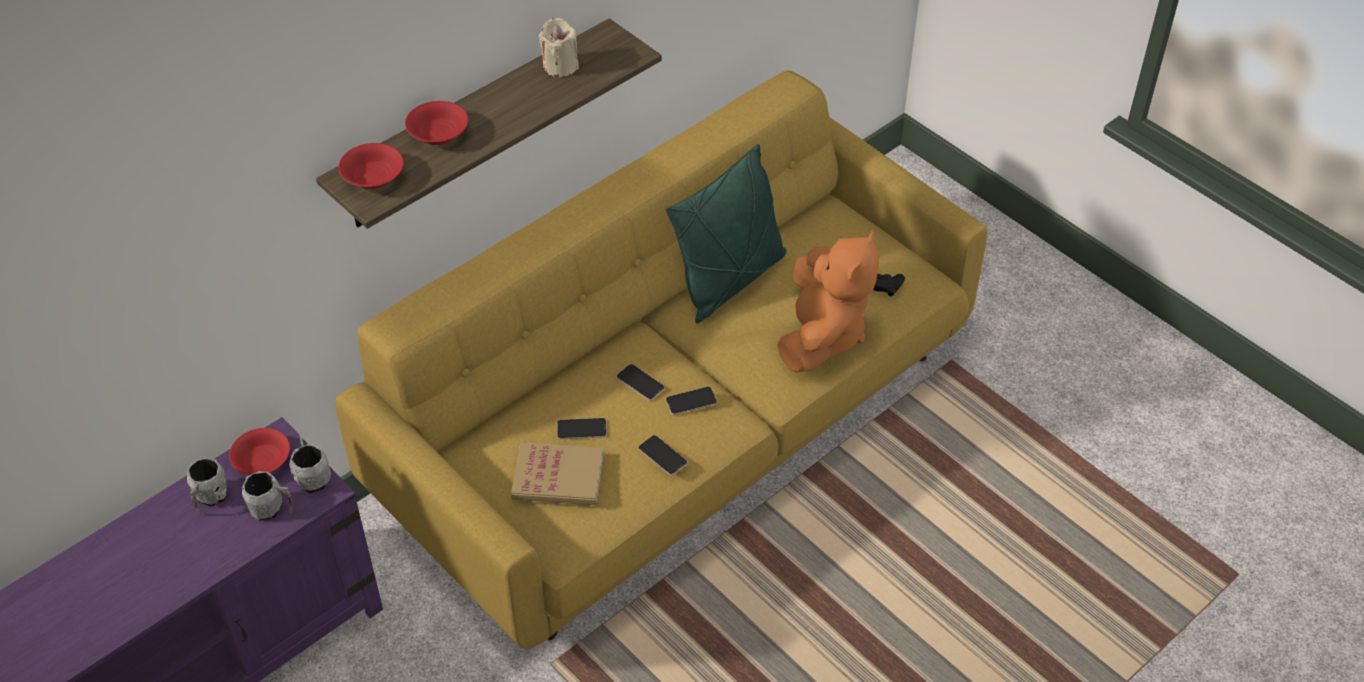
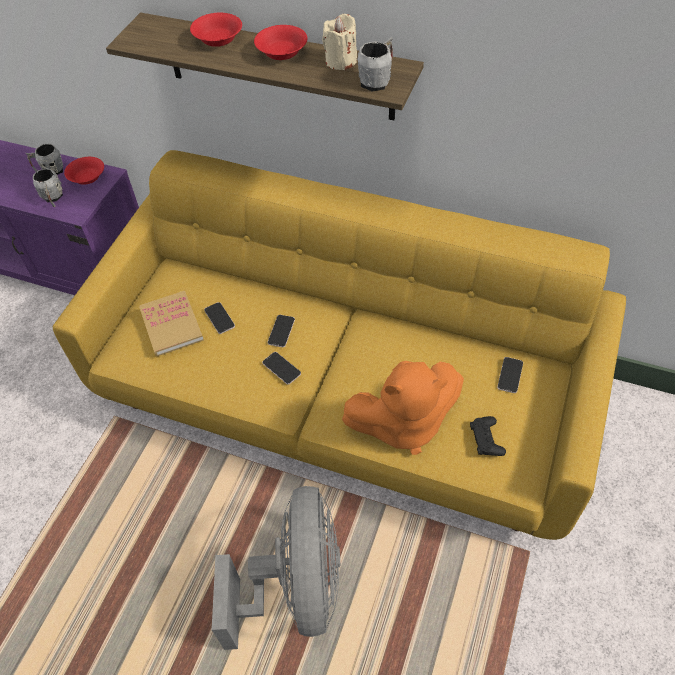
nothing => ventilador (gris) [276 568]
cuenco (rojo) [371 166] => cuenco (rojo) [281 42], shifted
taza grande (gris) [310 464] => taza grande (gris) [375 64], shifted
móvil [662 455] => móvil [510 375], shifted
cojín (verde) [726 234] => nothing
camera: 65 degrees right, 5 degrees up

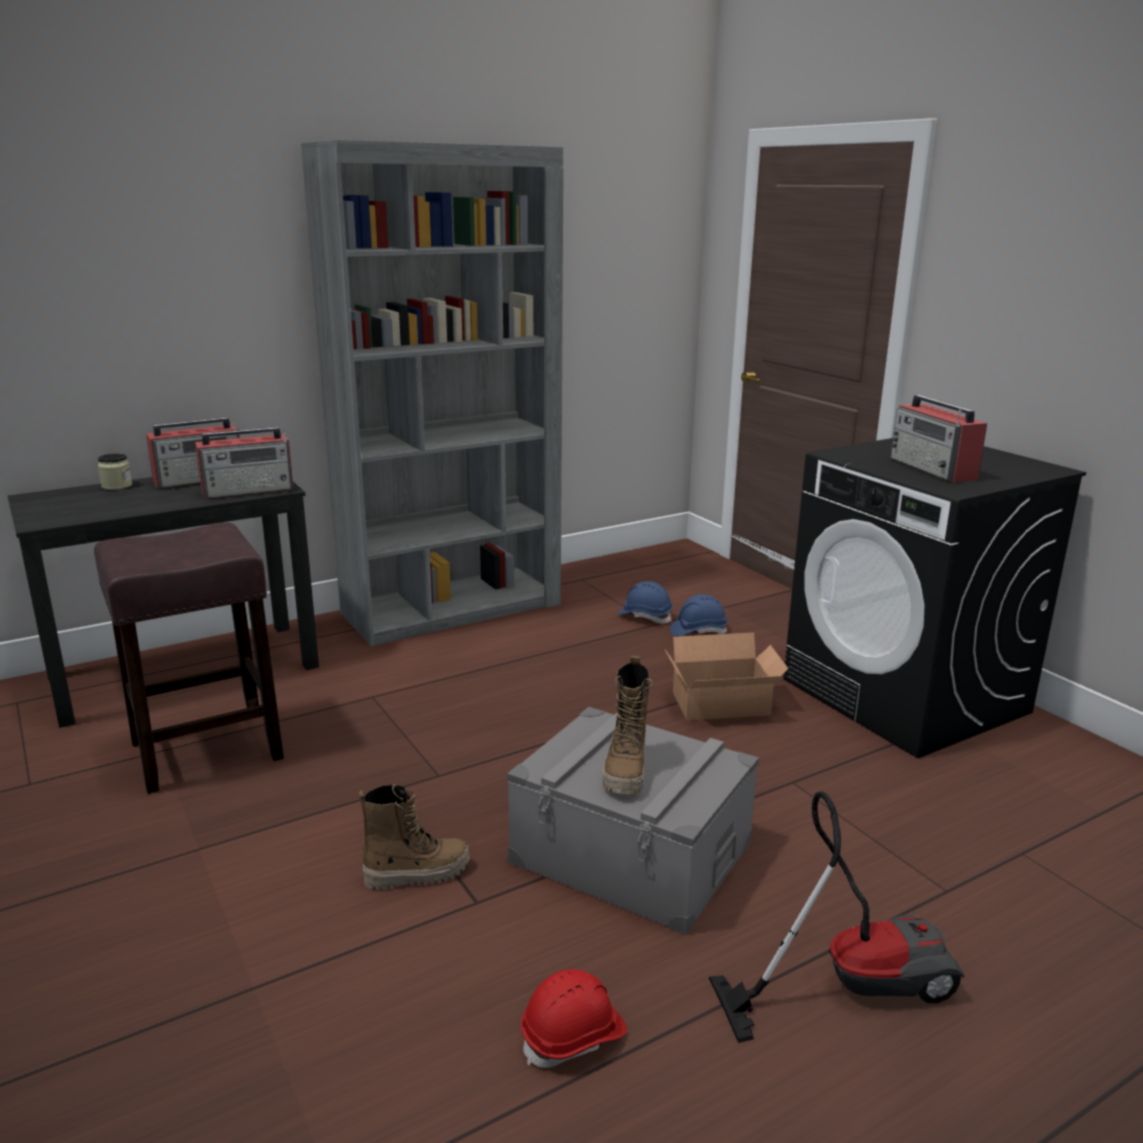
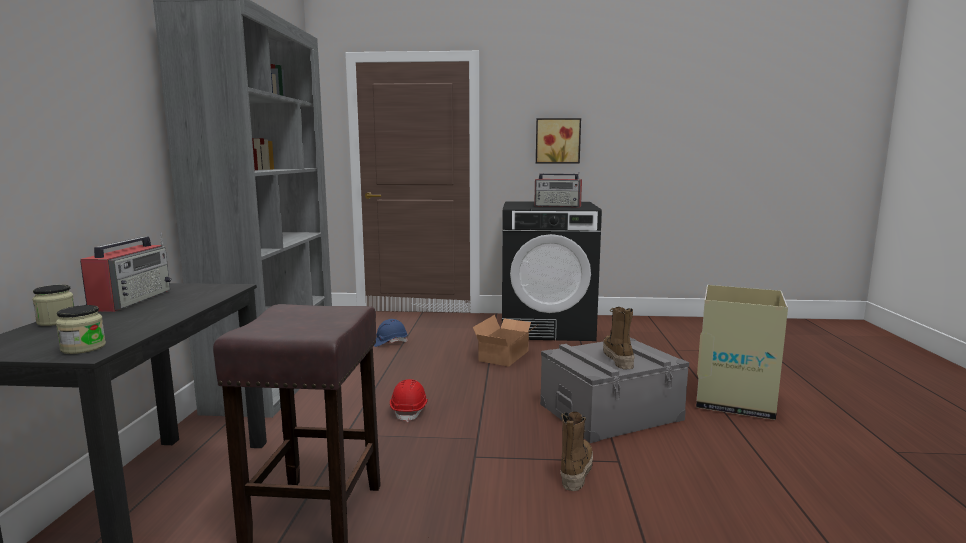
nothing => tarro [81 329]
casco (rojo) [574 1018] => casco (rojo) [409 400], shifted
nothing => cuadro [558 140]
bota [628 725] => bota [618 338], 135 degrees counterclockwise
aspiradora [836 917] => caja de cartón [742 352]
radio [244 463] => nothing
casco (azul) [699 615] => nothing
camera: 55 degrees left, 10 degrees down

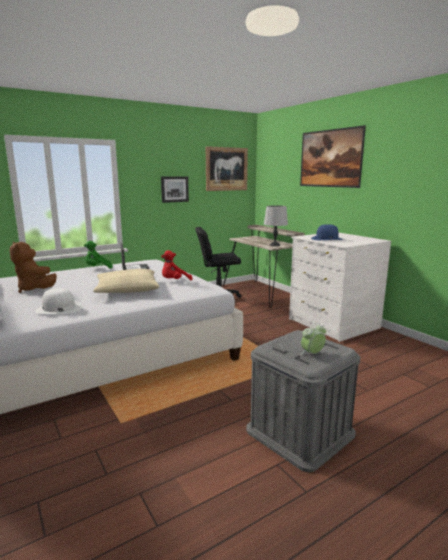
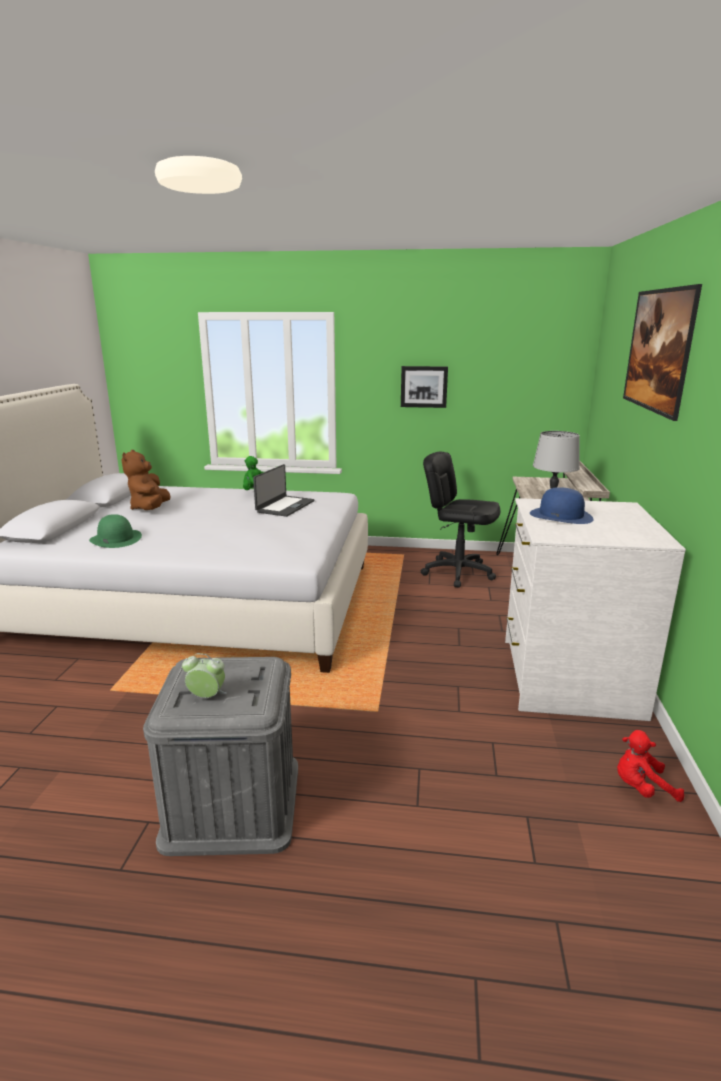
sombrero (blanco) [59 301] => sombrero (verde) [115 531]
peluche (rojo) [176 265] => peluche (rojo) [650 766], shifted
cojín (beis) [126 281] => nothing
cuadro [227 168] => nothing
camera: 40 degrees right, 5 degrees up

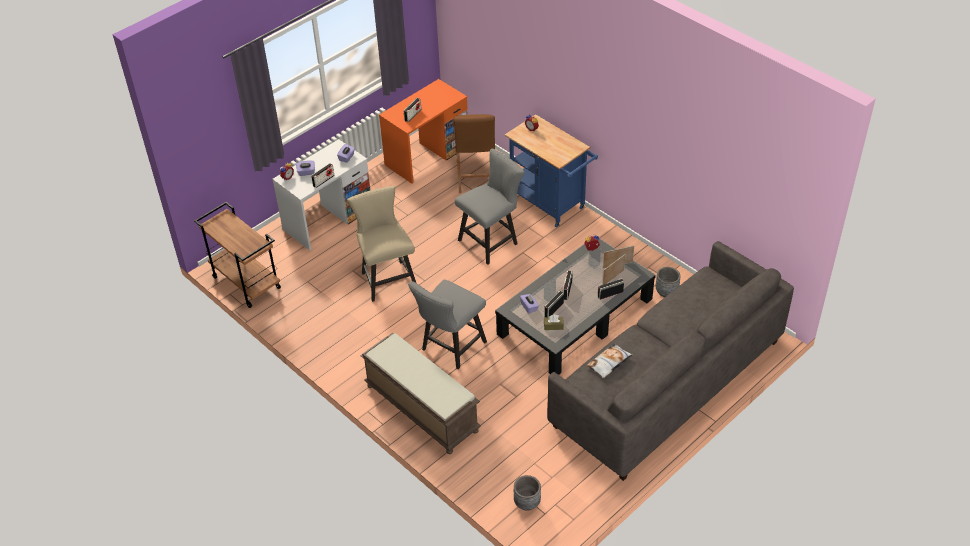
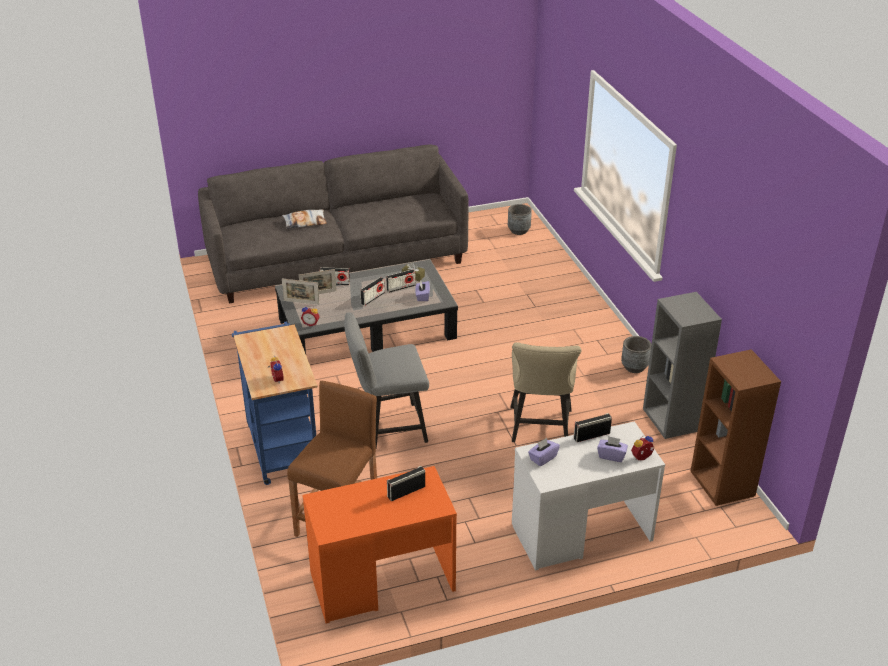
cojín [609 361] => cojín [304 219], shifted
maceta (gris) [668 282] => maceta (gris) [636 354], shifted
nothing => estantería (gris) [682 365]
carrito (marrón) [237 255] => estantería (marrón) [736 427]
banco (marrón) [420 393] => nothing
silla (gris) [447 324] => nothing
camera: 155 degrees left, 10 degrees down

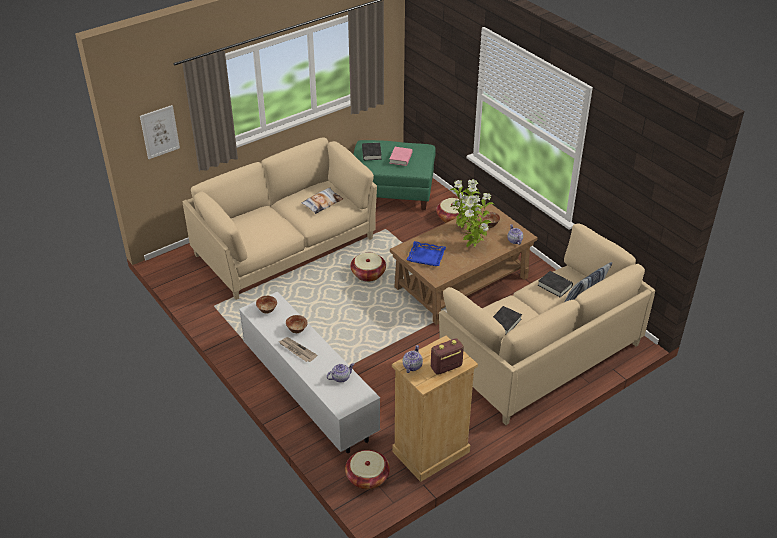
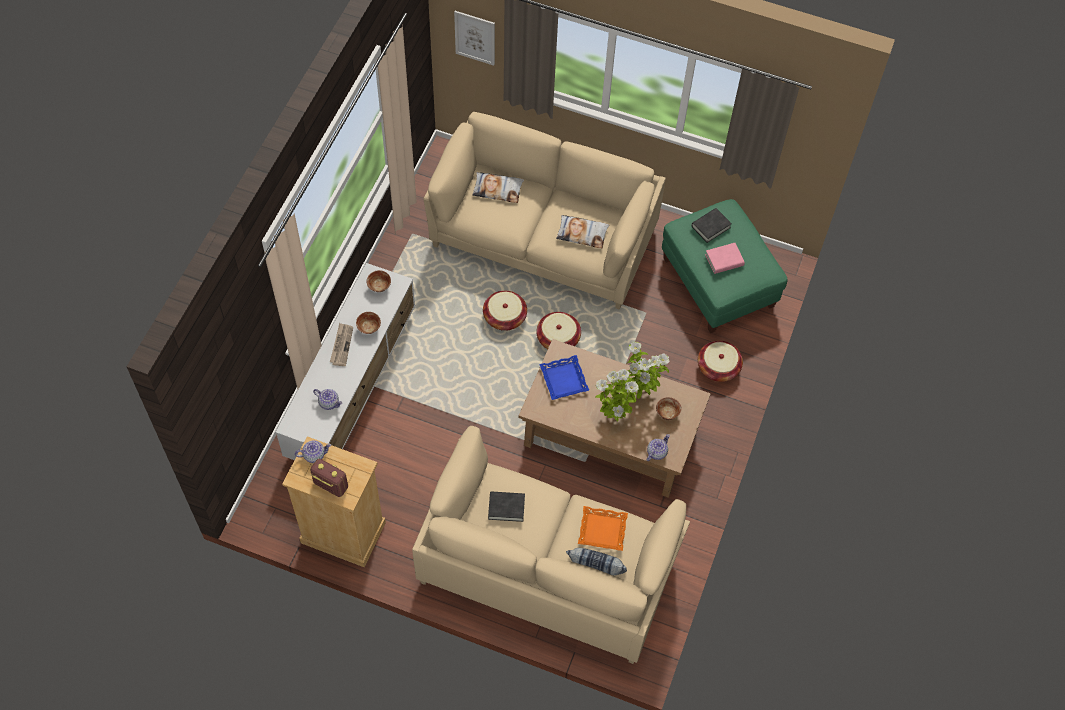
nothing => cojín [498 187]
cesta [367 469] => cesta [505 311], shifted
libro (negro) [555 284] => bandeja (naranja) [603 528]
camera: 55 degrees right, 20 degrees up

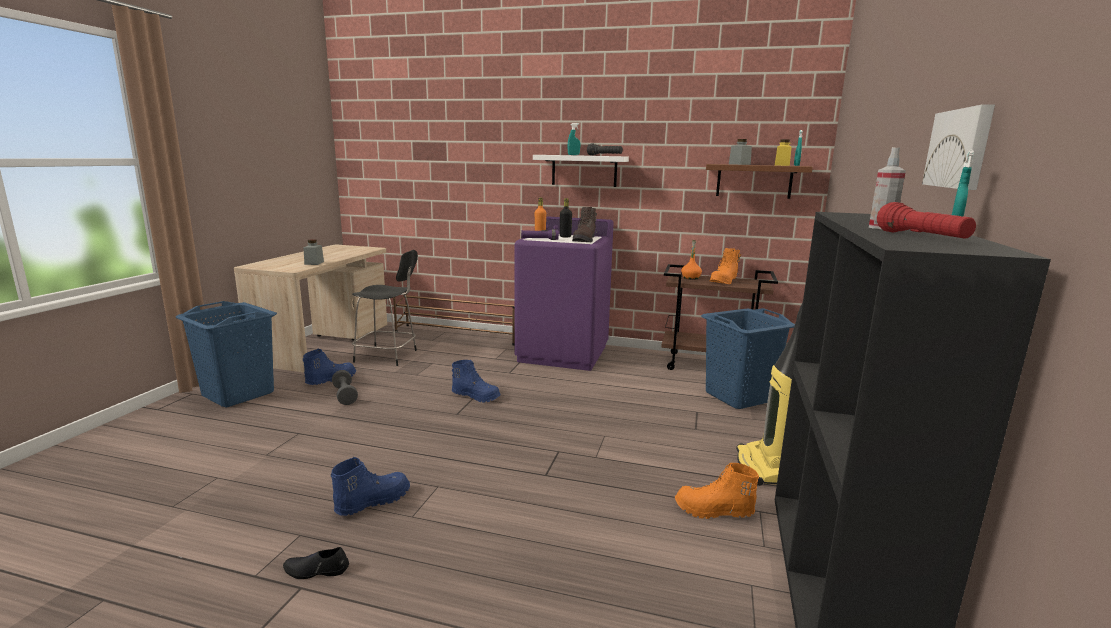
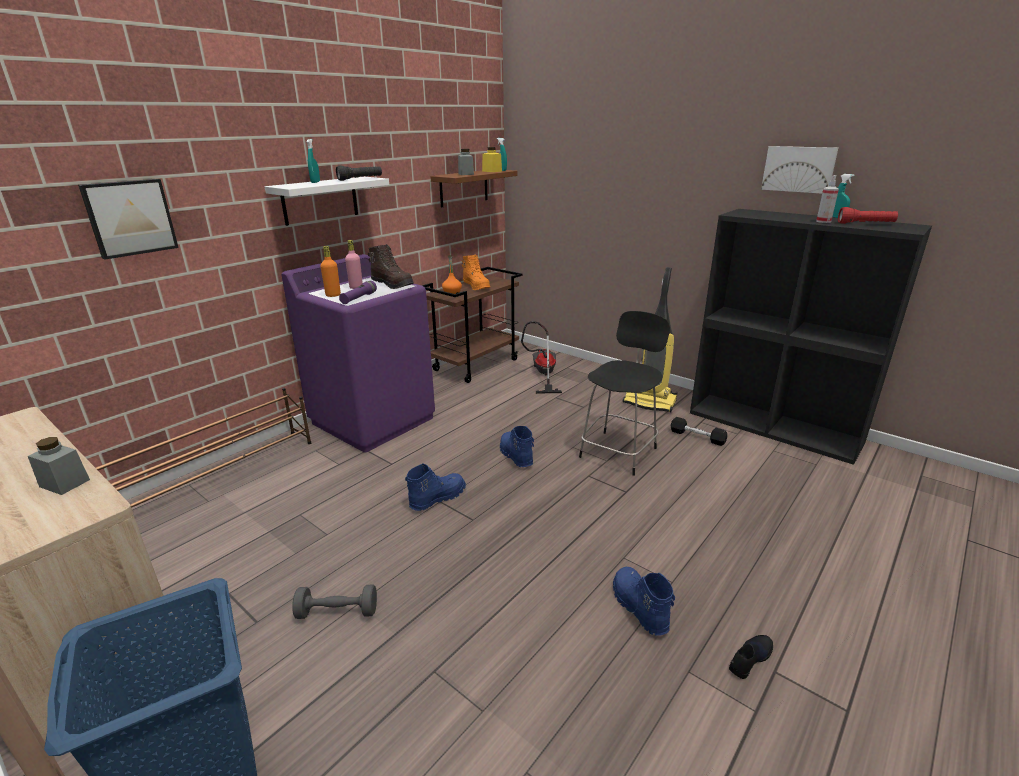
nothing => cuadro [128 219]
botella (negro) [566 217] => botella (rosa) [354 264]
bota (azul) [329 367] => bota (azul) [517 446], shifted
cesto de la ropa (azul) [748 358] => aspiradora [541 357]
silla (negro) [385 308] => silla (negro) [624 393], shifted
bota (naranja) [717 491] => mancuerna (negro) [699 431]
zapato (negro) [316 563] => zapato (negro) [751 657], 150 degrees counterclockwise
camera: 65 degrees left, 10 degrees up

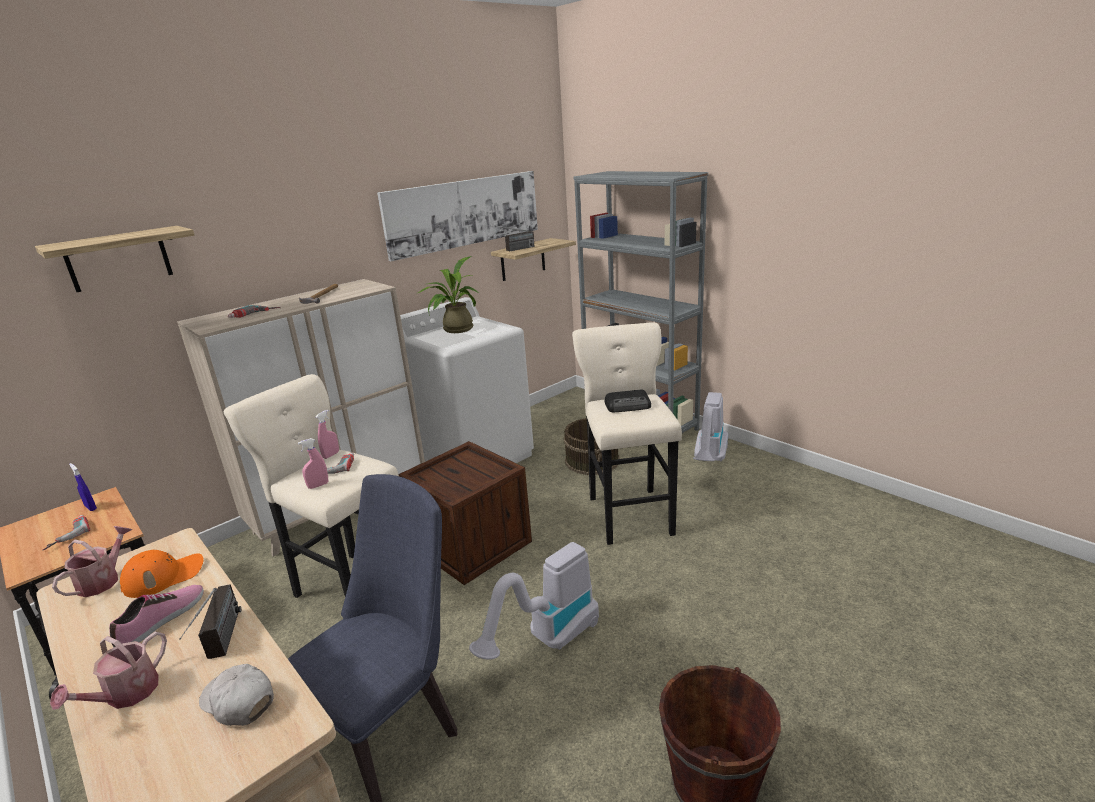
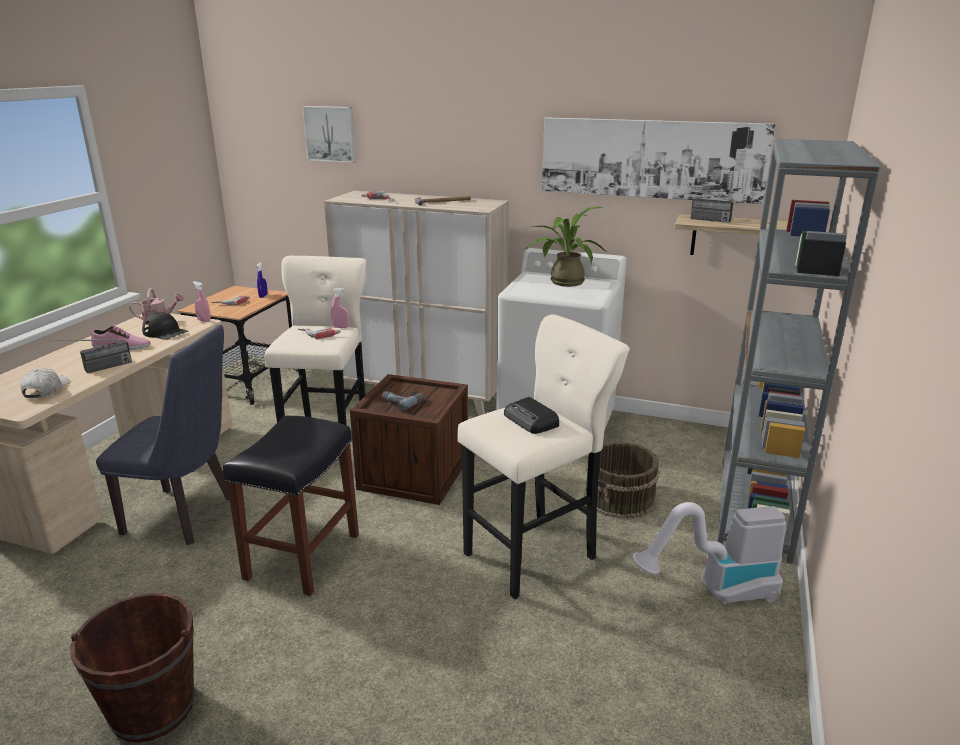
gorra (naranja) [161 573] => gorra (negro) [165 326]
pulverizador (rosa) [313 463] => pulverizador (rosa) [201 301], shifted
aspiradora [534 601] => taburete (negro) [291 506]
estante [114 259] => cuadro [329 134]
nothing => taladro [403 401]
regadera [108 671] => nothing
camera: 60 degrees right, 0 degrees up

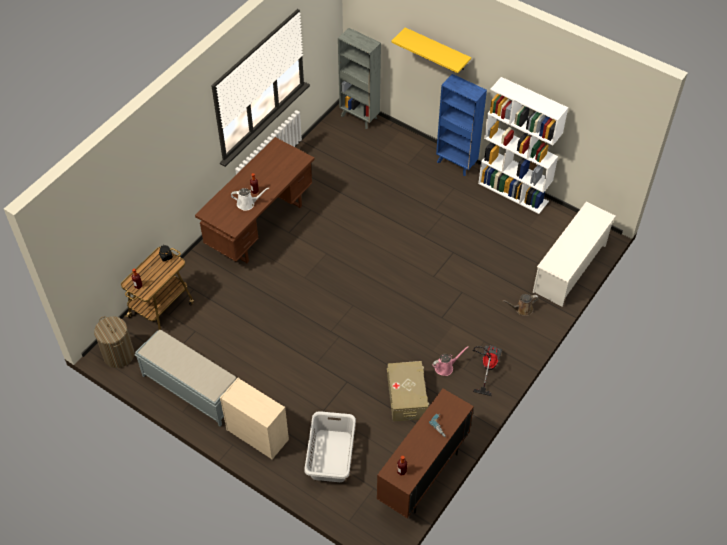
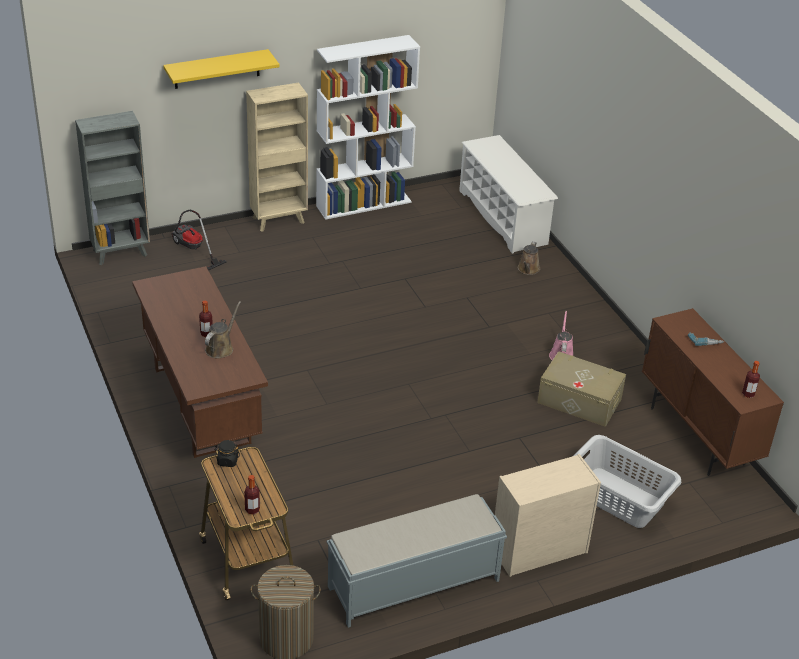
aspiradora [487 371] => aspiradora [199 240], shifted
regadera (blanco) [250 199] => regadera (marrón) [223 330]
estantería (azul) [461 125] => estantería (beis) [277 157]
camera: 60 degrees left, 15 degrees down

